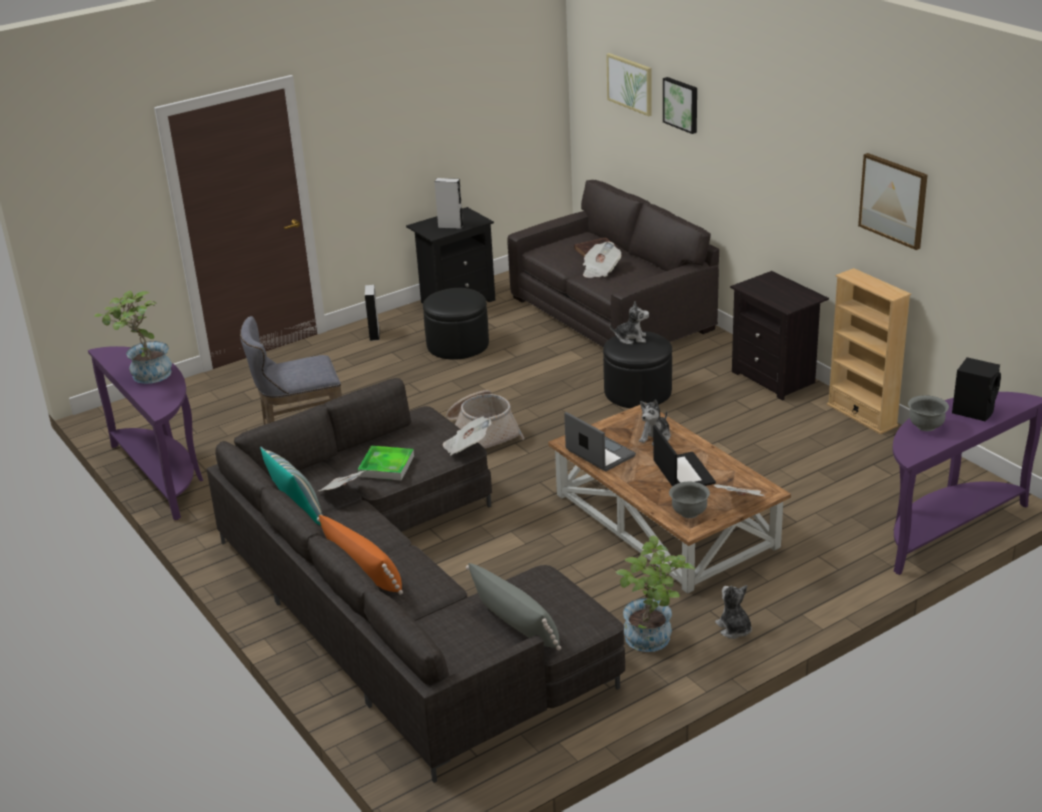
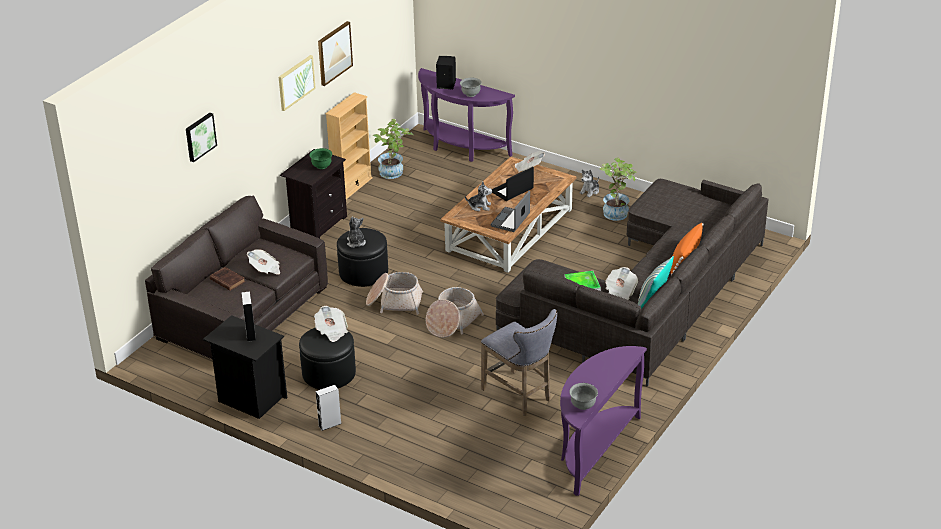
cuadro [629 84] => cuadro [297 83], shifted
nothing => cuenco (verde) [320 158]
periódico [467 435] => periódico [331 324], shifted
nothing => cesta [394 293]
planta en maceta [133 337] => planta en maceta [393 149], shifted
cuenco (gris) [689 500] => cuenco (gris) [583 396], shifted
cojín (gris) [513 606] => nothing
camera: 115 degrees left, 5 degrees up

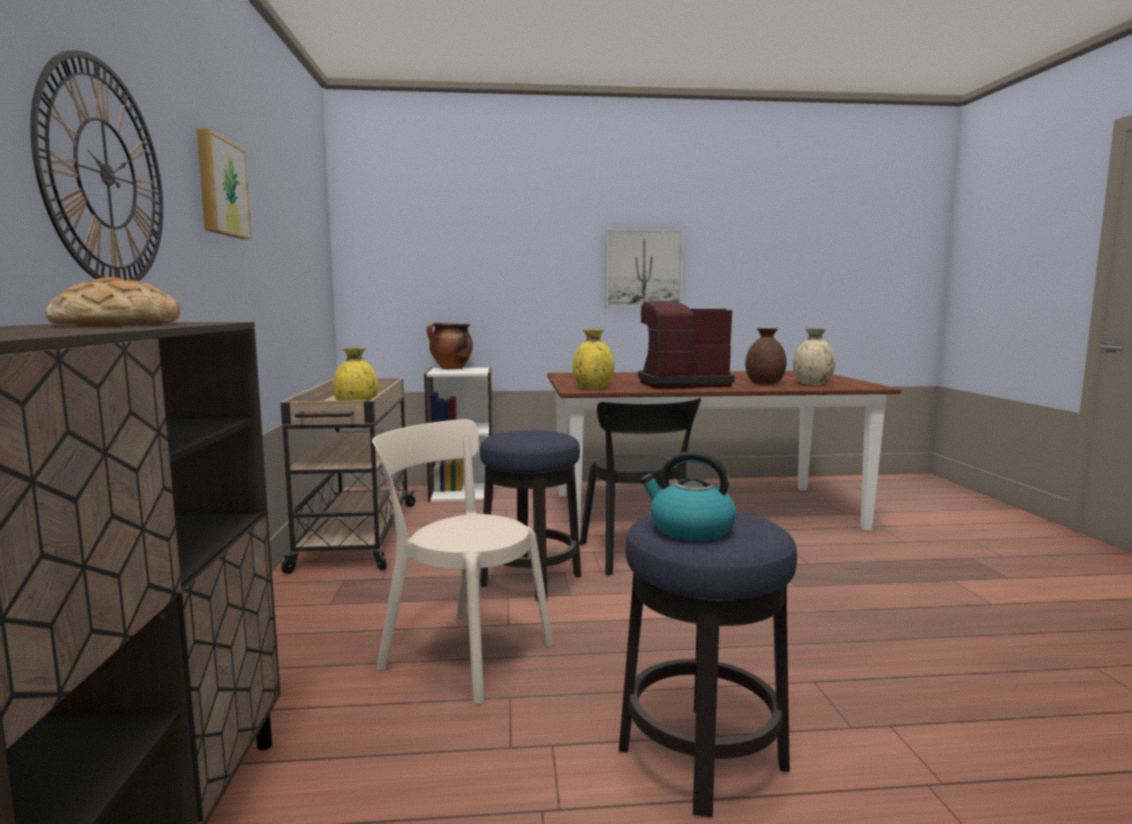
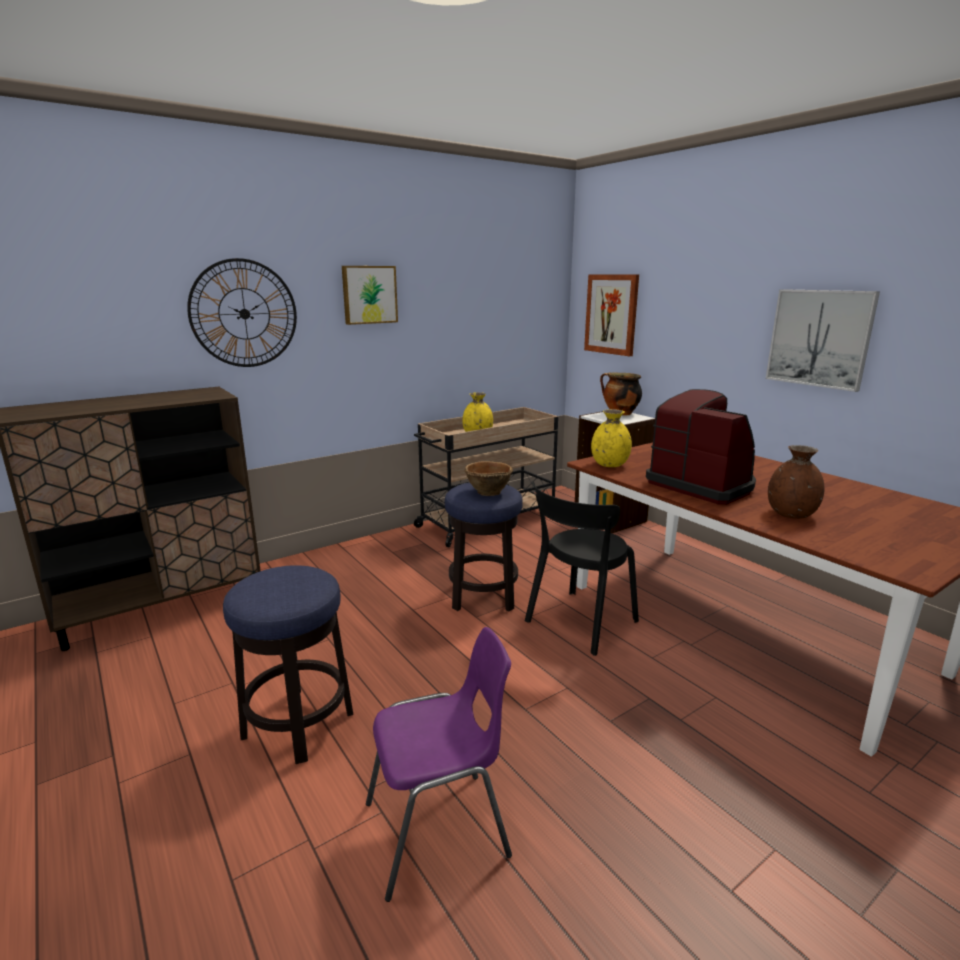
nothing => silla (morado) [439 764]
nothing => cuenco (marrón) [489 478]
nothing => cuadro [611 315]
pan [112 301] => nothing
silla (beis) [462 562] => nothing
hervidor [688 496] => nothing
florero (beis) [814 356] => nothing
camera: 60 degrees right, 10 degrees up

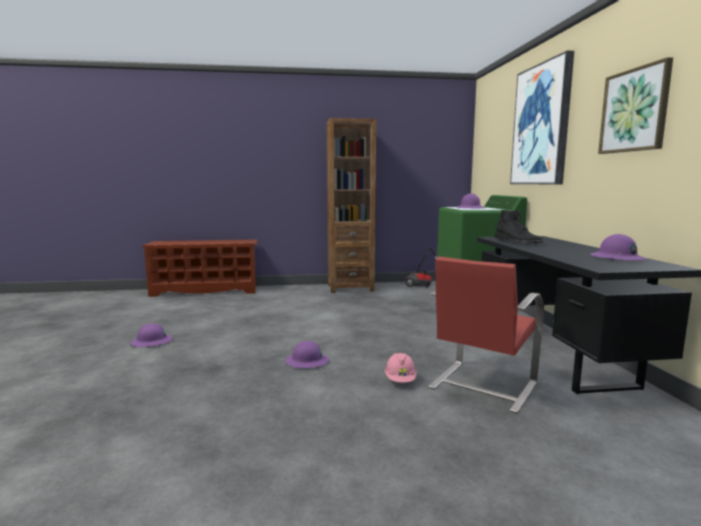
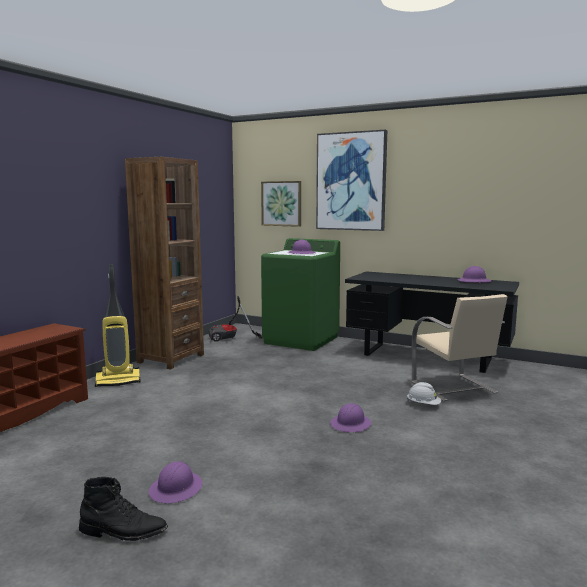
bota (negro) [518 226] => bota (negro) [123 509], shifted
nothing => aspiradora [118 325]
cuadro [635 105] => cuadro [281 204], shifted
casco (rosa) [400 368] => casco (blanco) [424 393]
silla (rojo) [485 334] => silla (beis) [459 347]
camera: 55 degrees left, 0 degrees up

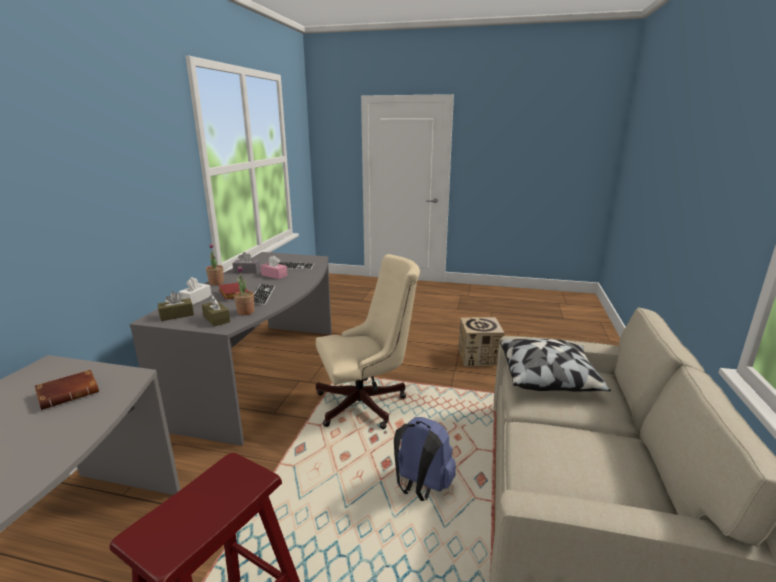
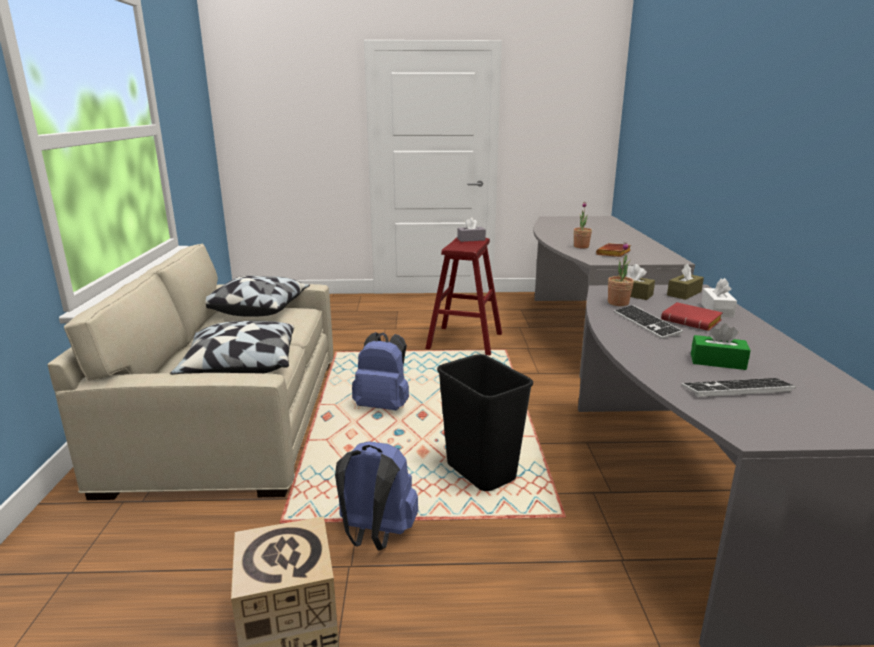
nothing => cojín [257 296]
nothing => mochila (azul) [376 495]
silla de oficina (beis) [368 341] => papelera (negro) [485 422]
caja de pañuelos (gris) [246 262] => caja de pañuelos (gris) [471 230], shifted
planta en maceta [215 264] => planta en maceta [583 225], shifted
caja de pañuelos (rosa) [274 267] => caja de pañuelos (verde) [721 346]
camera: 165 degrees right, 0 degrees up

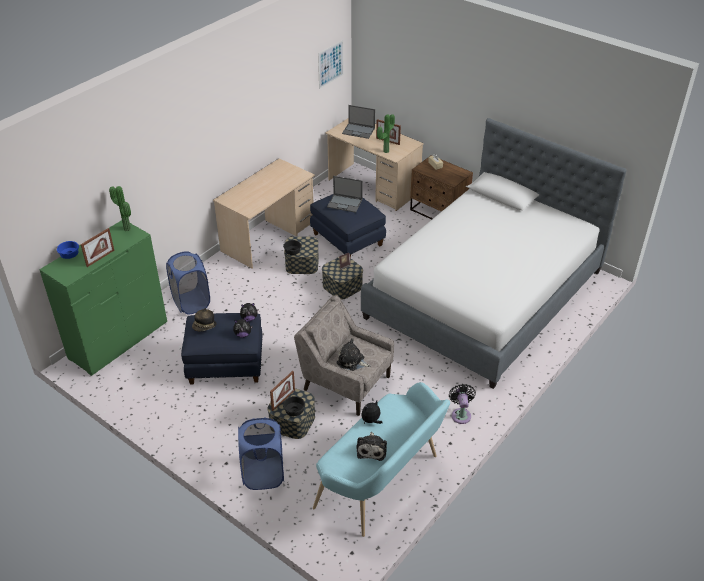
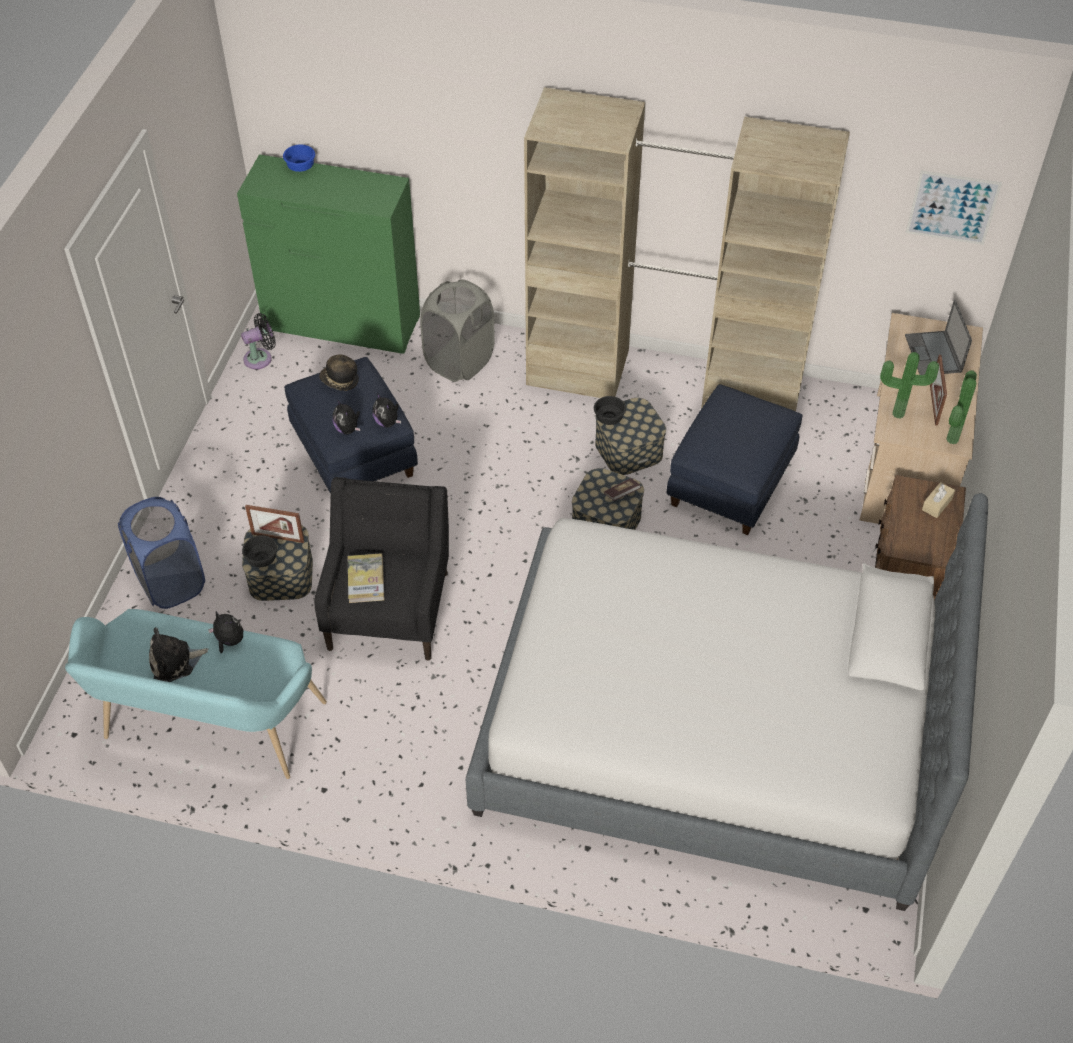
ventilador (negro) [462 404] => ventilador (negro) [258 341], shifted
sillón (beis) [344 355] => sillón (negro) [381 569]
peluche [354 354] => libro [366 578]
cesto de la ropa (azul) [188 283] => cesto de la ropa (gris) [457 330]
escritorio (beis) [264 213] => armario ropero (beis) [687 249]
planta en maceta [120 208] => planta en maceta [961 407], shifted
portarretratos [97 247] => nothing
portátil [345 194] => nothing
camera: 65 degrees right, 10 degrees up

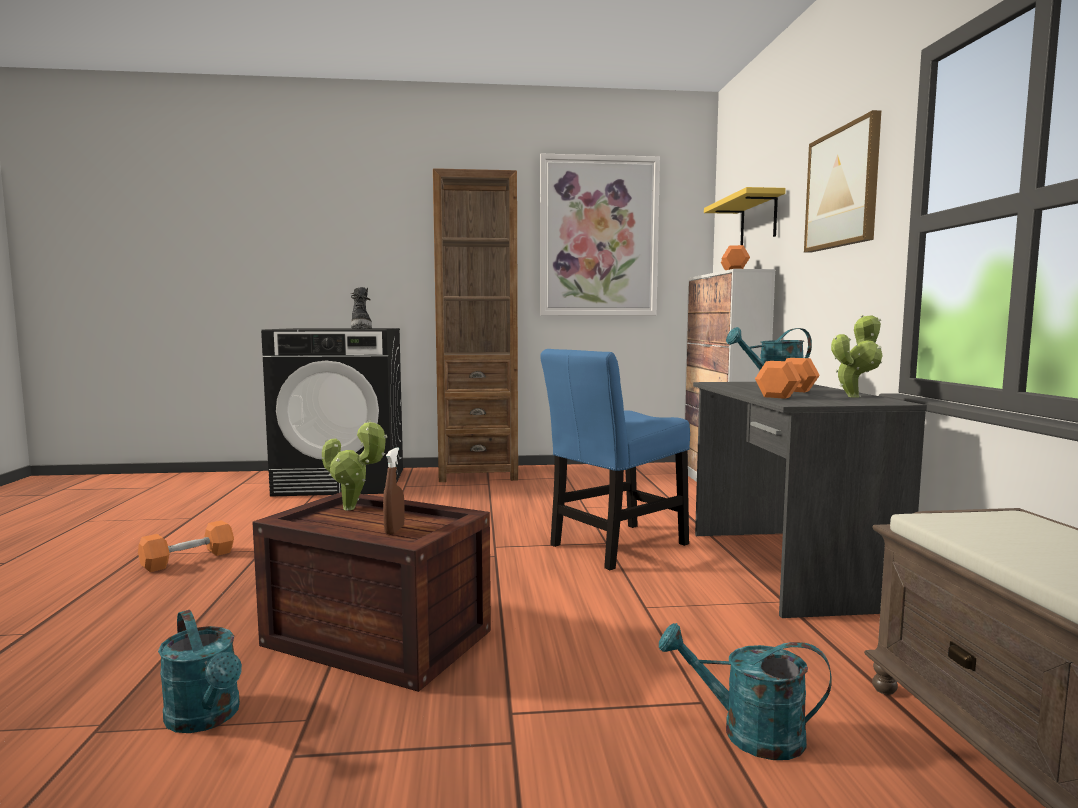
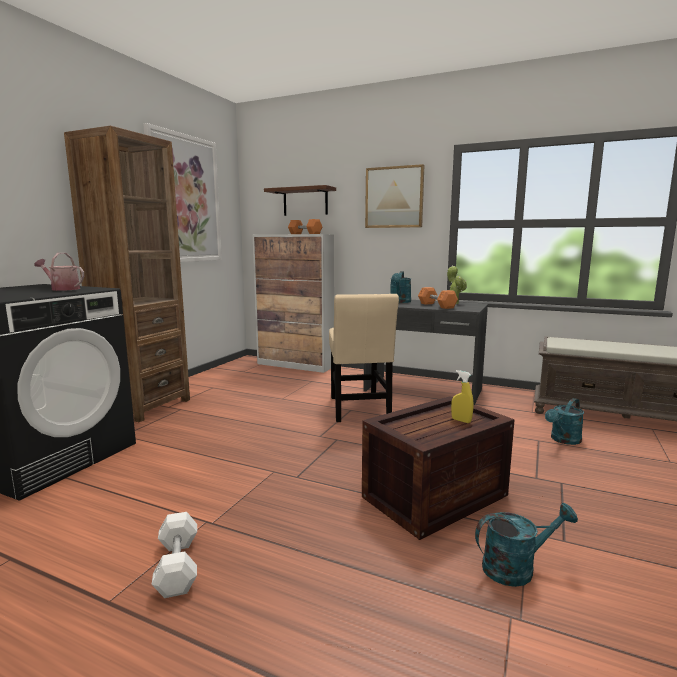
bota (negro) [361 308] => regadera [59 272]
mancuerna (naranja) [186 546] => mancuerna (blanco) [174 555]
estante (amarillo) [745 216] => estante (marrón) [300 200]
silla (azul) [615 459] => silla (beis) [364 358]
pulverizador (marrón) [394 491] => pulverizador (amarillo) [462 396]
planta en maceta [354 465] => nothing
camera: 60 degrees left, 5 degrees up

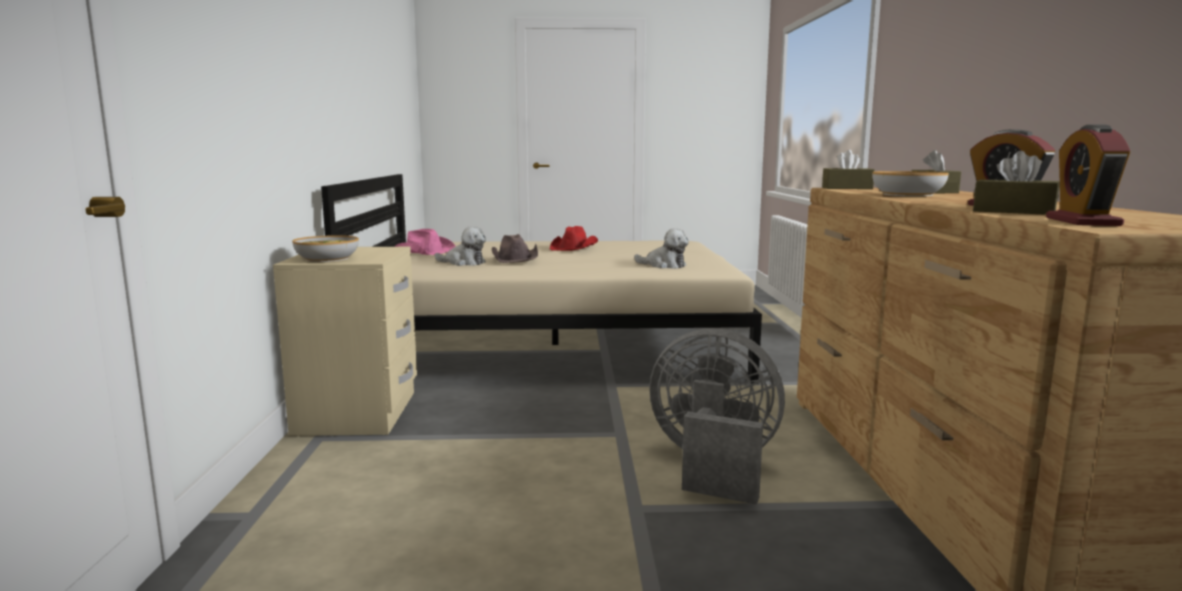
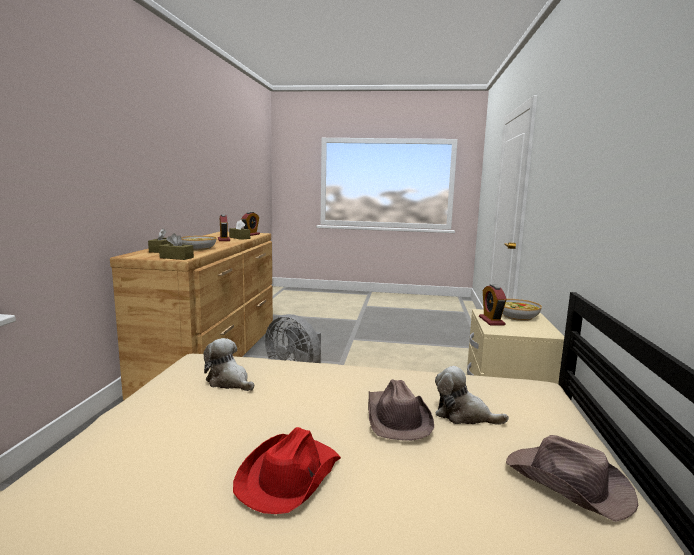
nothing => despertador [492 304]
sombrero (rosa) [425 242] => sombrero (marrón) [572 478]
camera: 170 degrees left, 0 degrees up

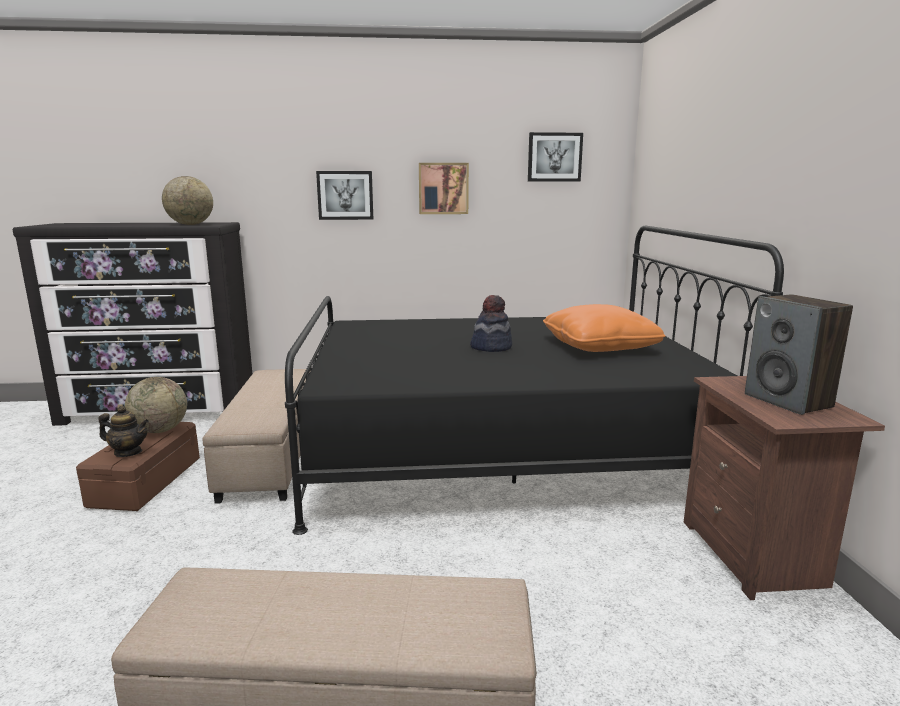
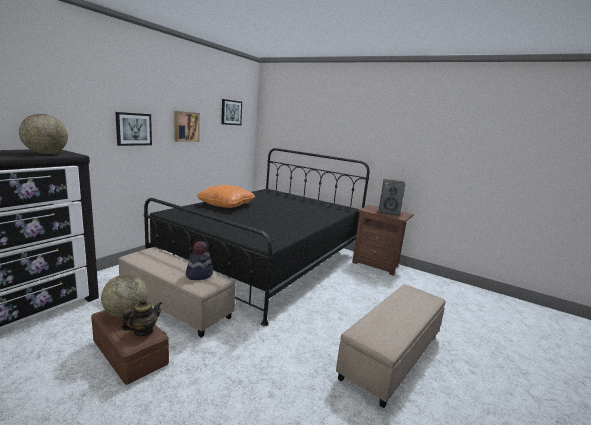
sombrero [491 323] => sombrero [199 260], shifted
cojín (naranja) [604 328] => cojín (naranja) [226 196], shifted
camera: 55 degrees left, 0 degrees up

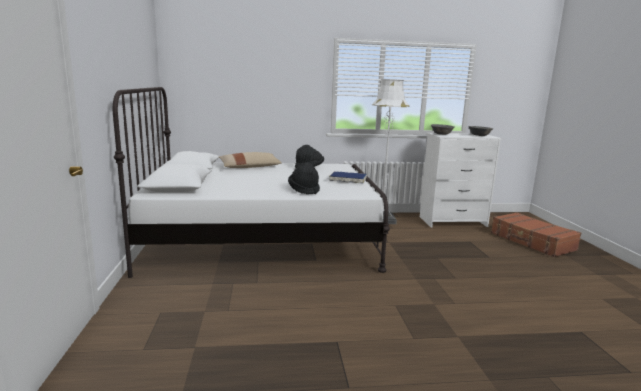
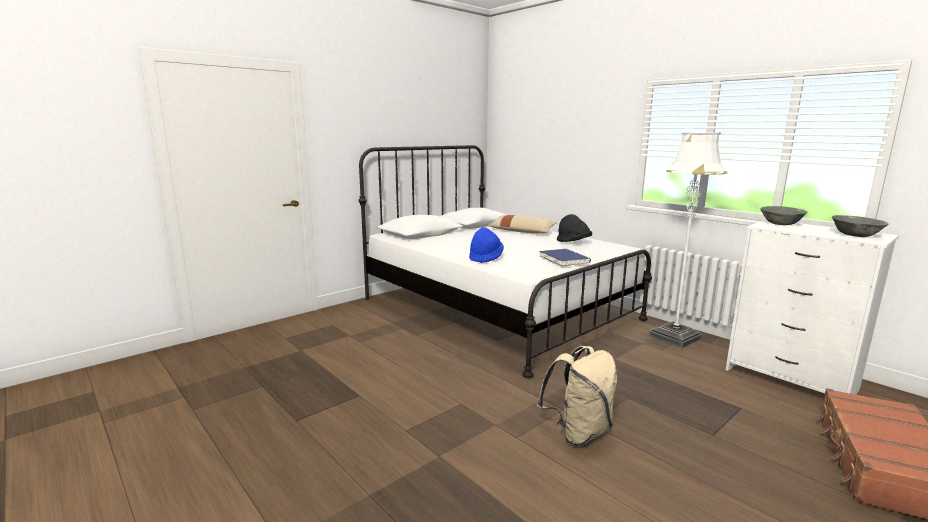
sombrero (negro) [304 178] => sombrero (azul) [486 245]
nothing => mochila (beis) [577 395]
camera: 55 degrees right, 0 degrees up

